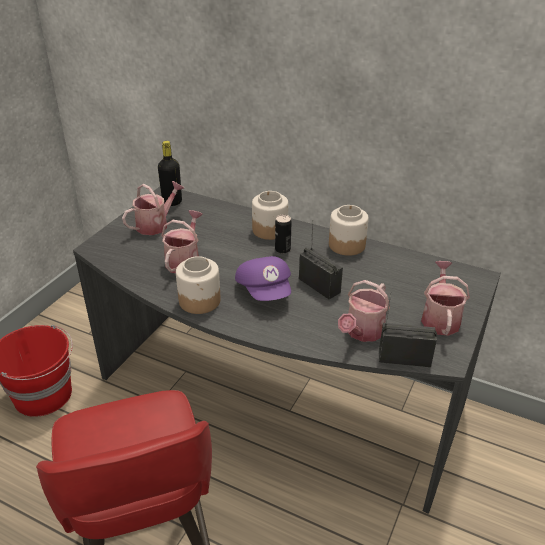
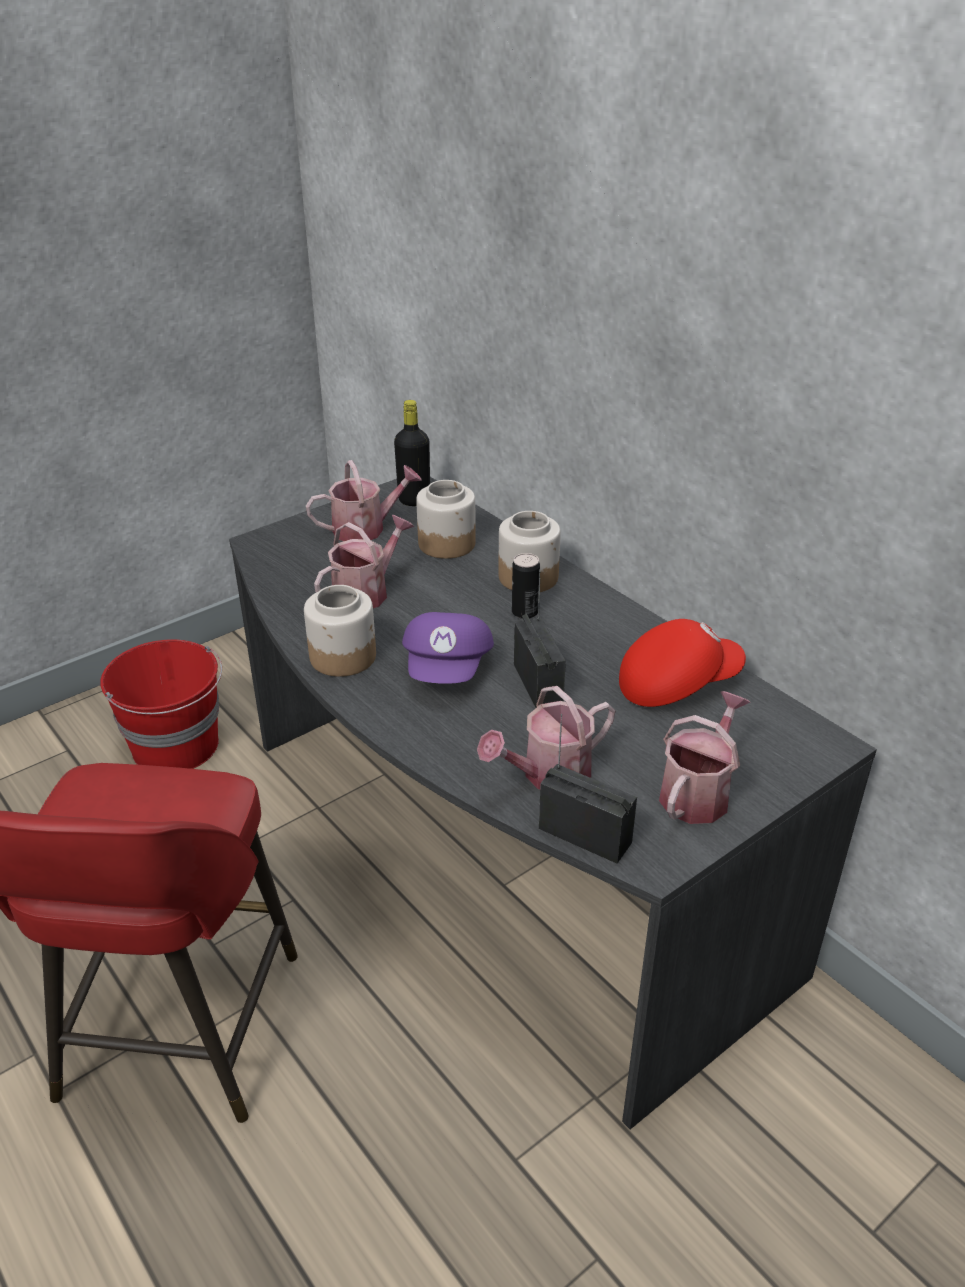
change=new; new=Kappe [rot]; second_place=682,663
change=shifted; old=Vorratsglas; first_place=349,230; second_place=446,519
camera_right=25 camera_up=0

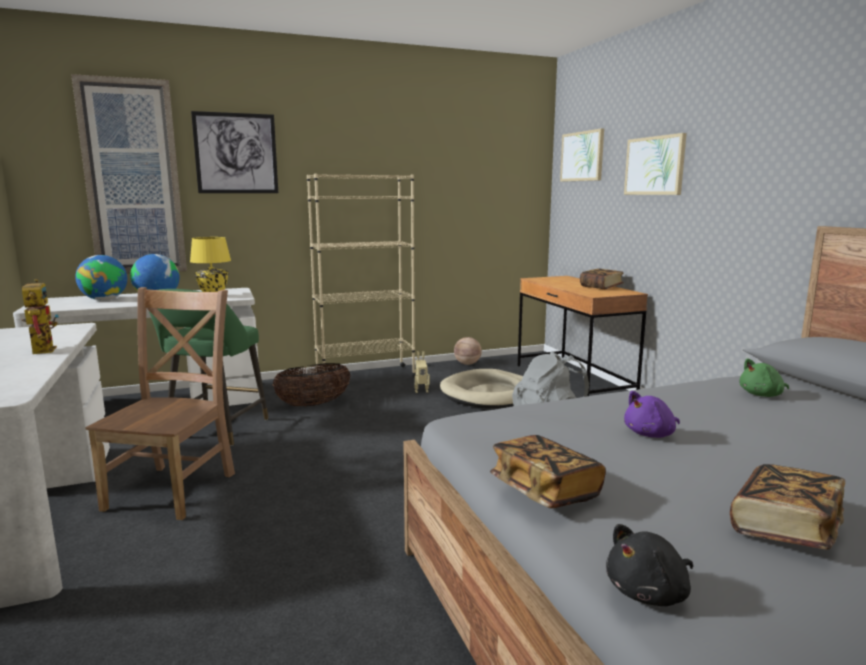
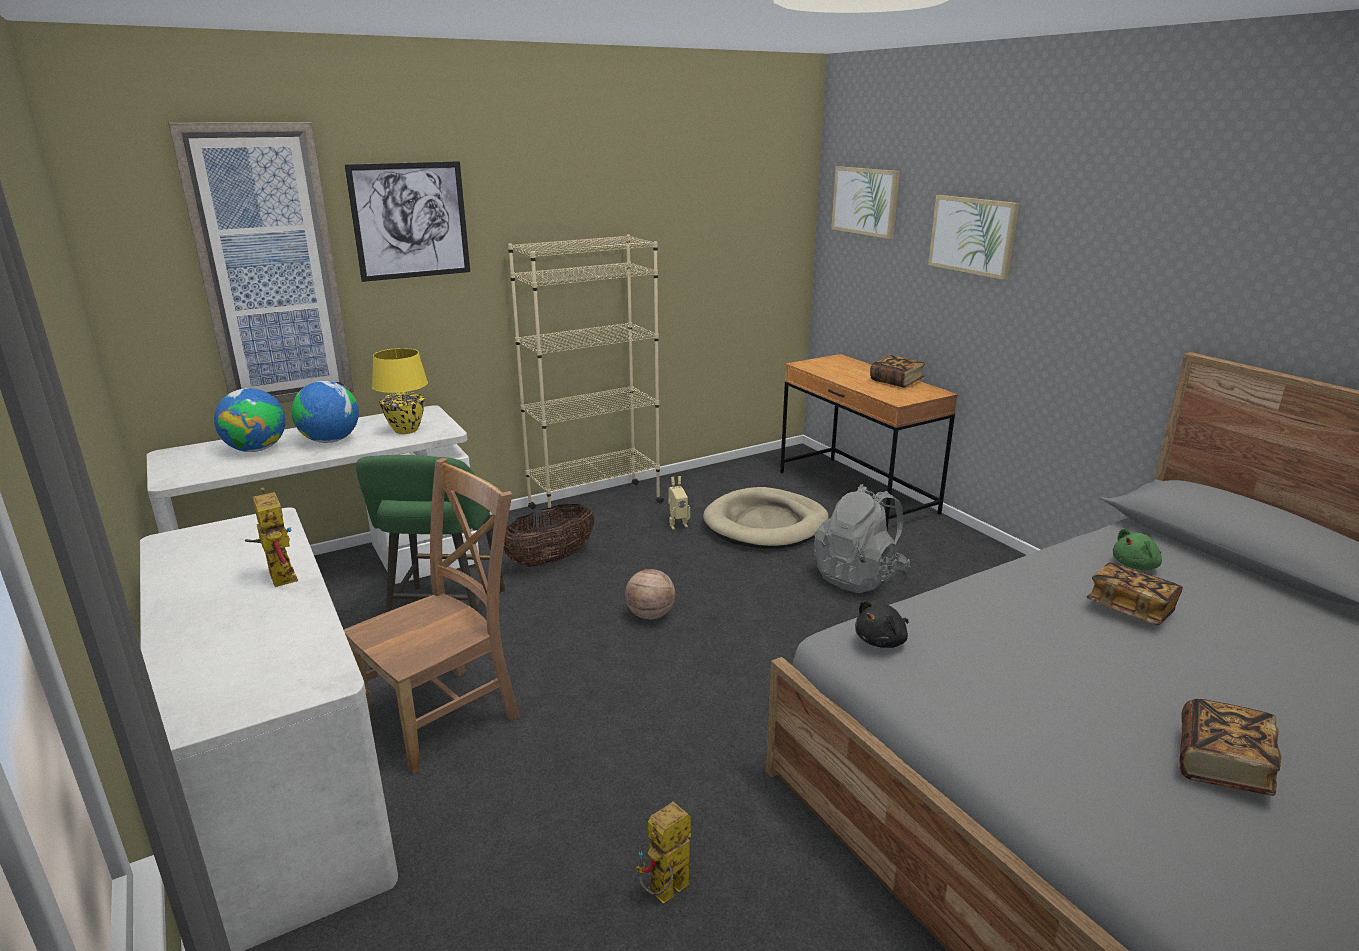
change=gone; old=Plüschtier [lila]; first_place=652,414
change=new; new=Spielzeugroboter; second_place=663,853
change=shifted; old=Basketball; first_place=468,351; second_place=650,594
change=shifted; old=Buch; first_place=548,471; second_place=1135,593
change=shifted; old=Plüschtier [schwarz]; first_place=649,565; second_place=882,624
change=rotated; old=Stuhl [braun]; first_place=160,403; second_place=432,616; degrees=45
camera_right=-10 camera_up=10

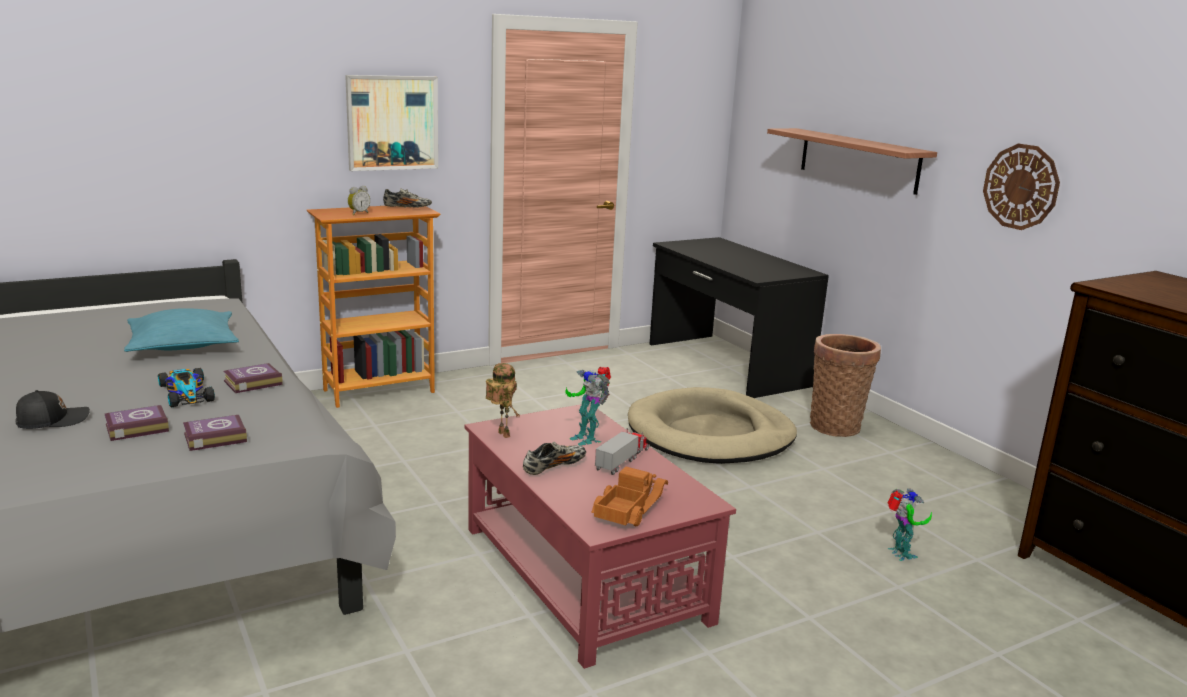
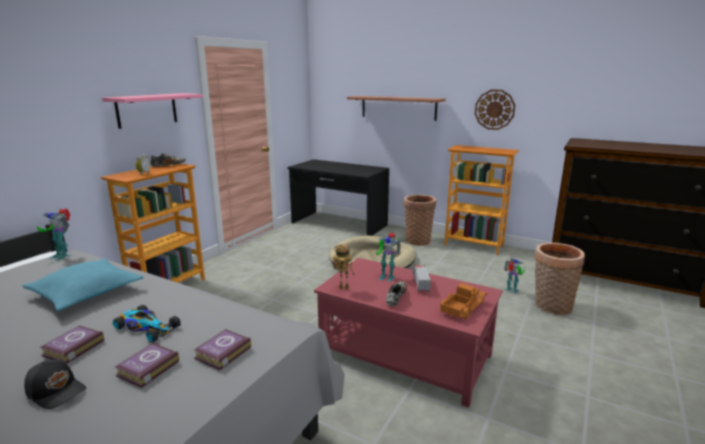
change=new; new=Spielzeugroboter; second_place=54,235
change=new; new=Bücherregal; second_place=482,200
change=new; new=Korb; second_place=560,279
change=shifted; old=Buch; first_place=253,378; second_place=71,345
change=swapped; old=Bild; new=Wandregal [rosa]; first_place=391,123; second_place=152,111
change=rotated; old=Kappe [schwarz]; first_place=52,409; second_place=55,384; degrees=90
change=rotated; old=Spielzeuglaster; first_place=629,496; second_place=463,301; degrees=45
camera_right=-30 camera_up=0

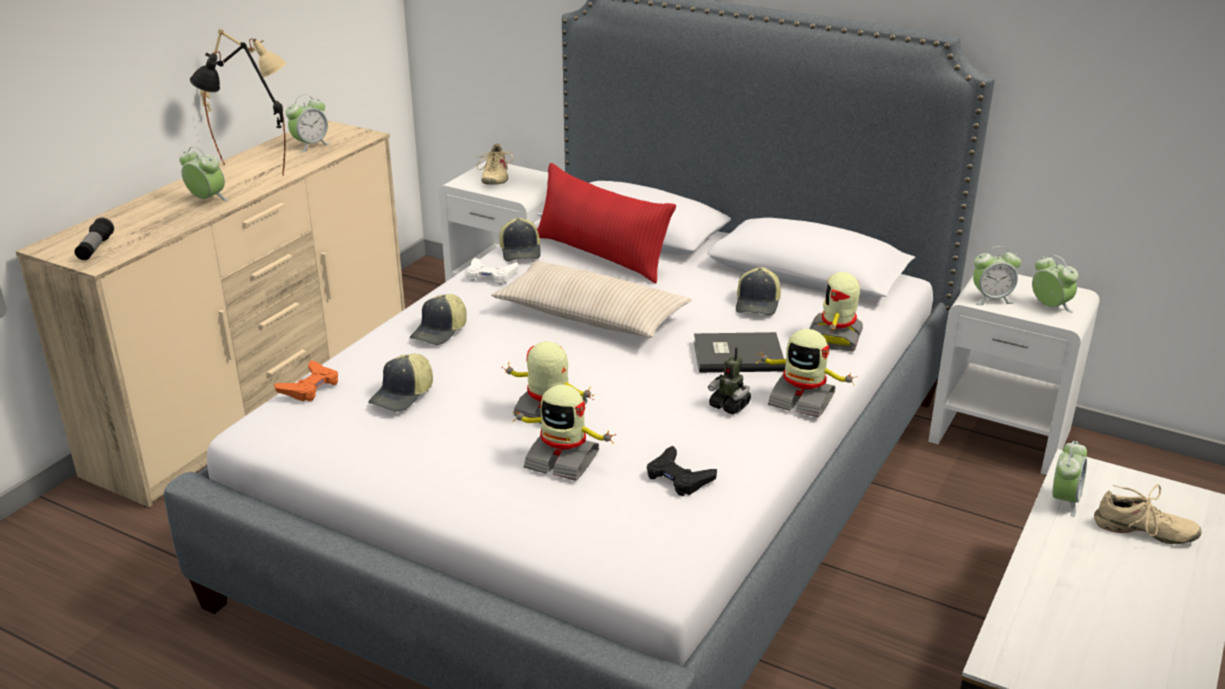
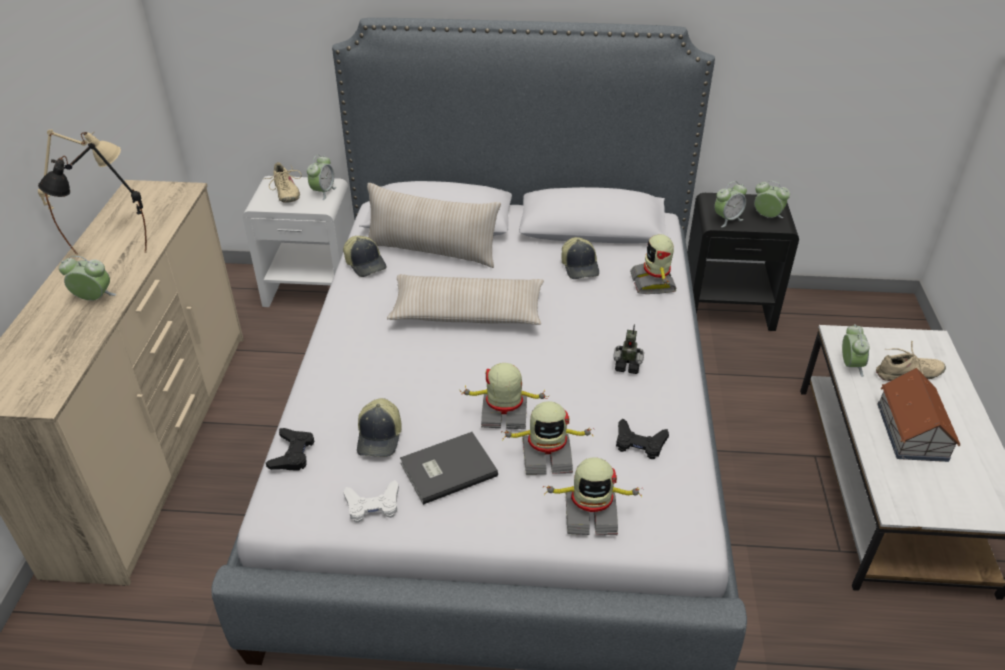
change=gone; old=Taschenlampe; first_place=94,238
change=gone; old=Kappe; first_place=438,319
change=new; new=Spielzeughaus; second_place=918,415
change=shifted; old=Wecker; first_place=308,123; second_place=322,177
change=shifted; old=Gamepad [weiß]; first_place=492,271; second_place=371,501
change=shifted; old=Buch [grau]; first_place=739,352; second_place=449,468
change=shifted; old=Spielzeugroboter; first_place=806,373; second_place=593,496
change=repainted; old=Gamepad [orange]; new=Gamepad [schwarz]; first_place=306,381; second_place=290,449
change=repainted; old=Kissen [rot]; new=Kissen [beige]; first_place=606,223; second_place=434,225
change=repainted; old=Nachttisch [weiß]; new=Nachttisch [schwarz]; first_place=1014,374; second_place=743,262
camera_right=-25 camera_up=10

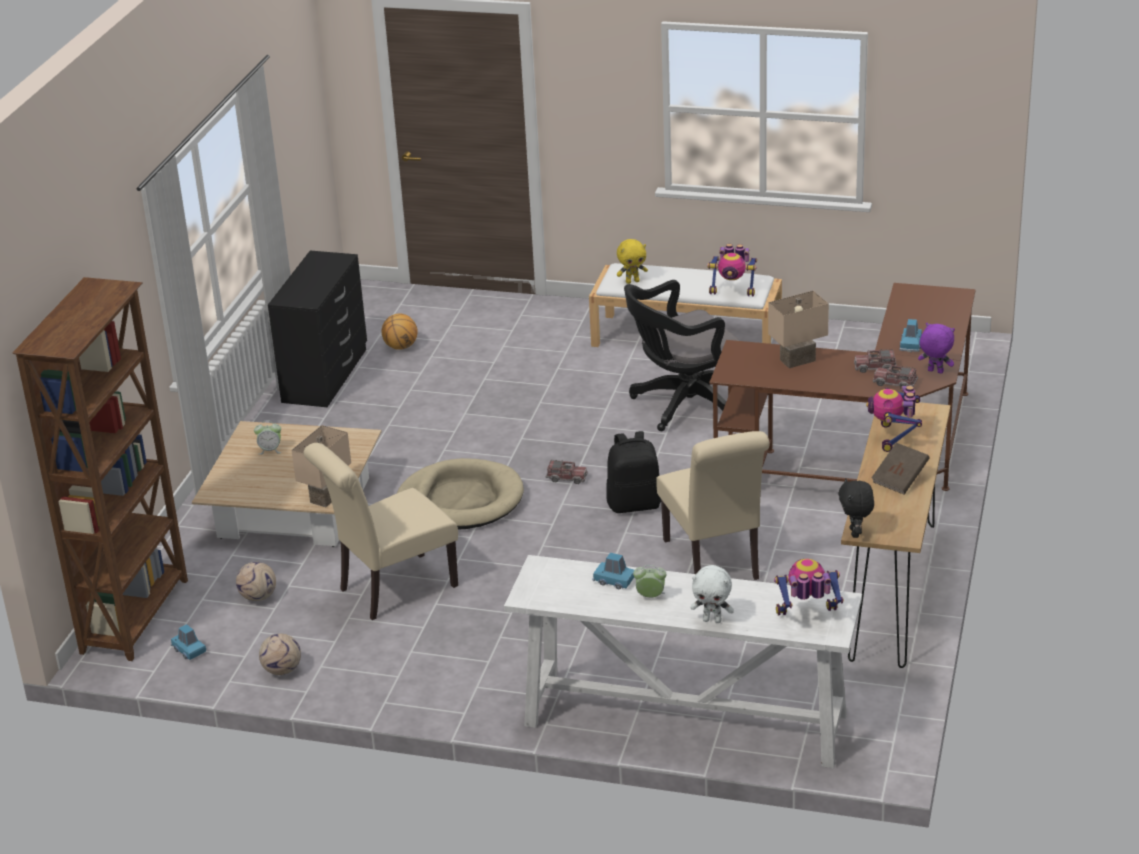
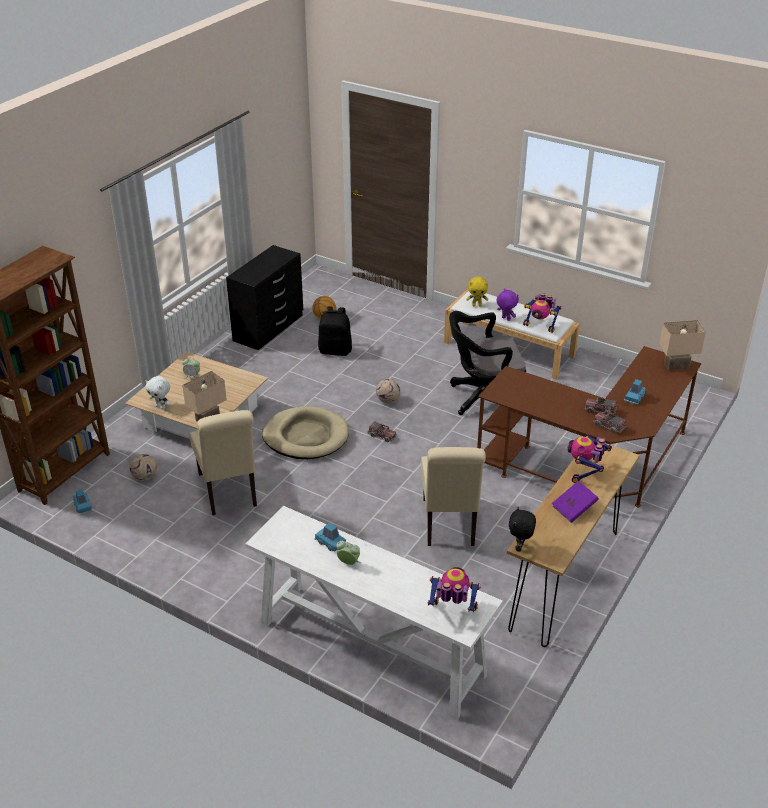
change=shifted; old=Fußball; first_place=280,654; second_place=388,391
change=shifted; old=Rucksack [schwarz]; first_place=633,472; second_place=335,331
change=shifted; old=Plüschtier [weiß]; first_place=712,594; second_place=157,392
change=shifted; old=Tischlampe [beige]; first_place=798,329; second_place=682,345
change=shifted; old=Plüschtier [lila]; first_place=936,348; second_place=507,304
change=repainted; old=Buch [braun]; new=Buch [lila]; first_place=900,468; second_place=575,502
change=rotated; old=Stuhl [beige]; first_place=381,531; second_place=223,463; degrees=-90
camera_right=15 camera_up=5

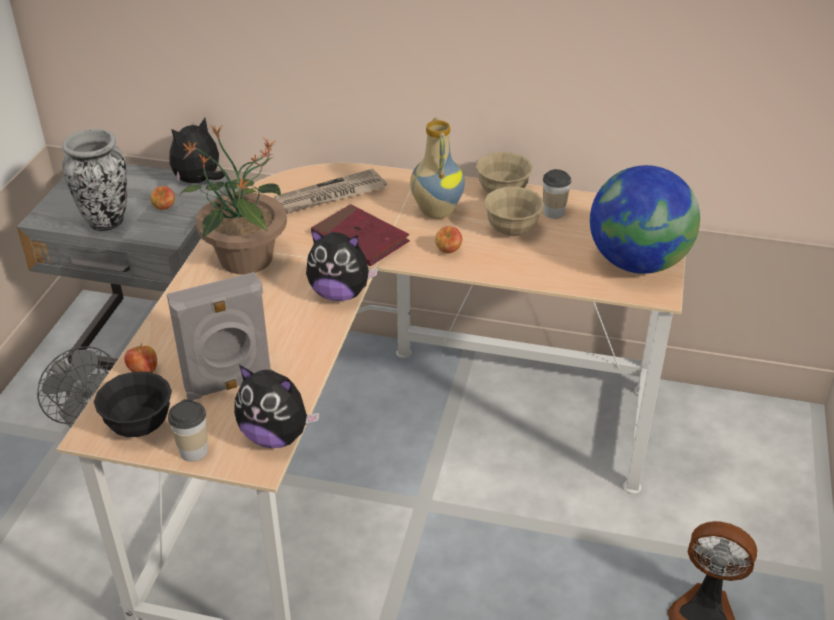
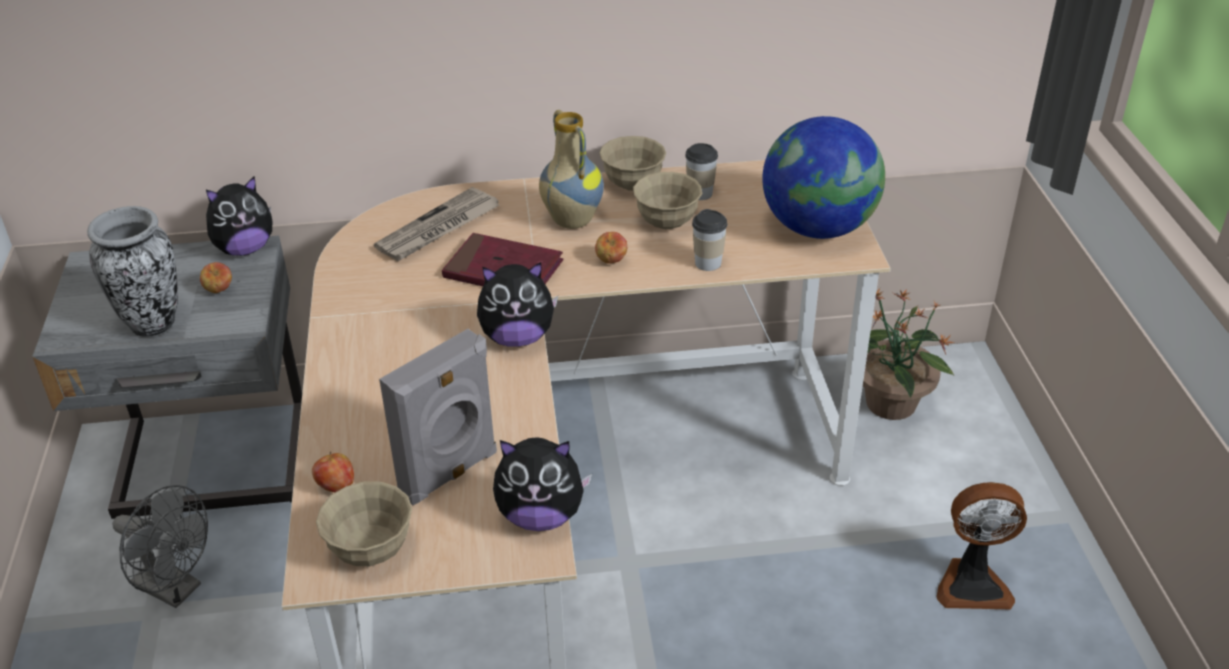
change=shifted; old=Tasse; first_place=188,430; second_place=709,240
change=shifted; old=Topfpflanze; first_place=233,199; second_place=908,354
change=repainted; old=Schüssel [schwarz]; new=Schüssel [beige]; first_place=133,404; second_place=364,523
change=rotated; old=Plüschtier; first_place=197,150; second_place=239,216; degrees=-150
camera_right=-20 camera_up=0

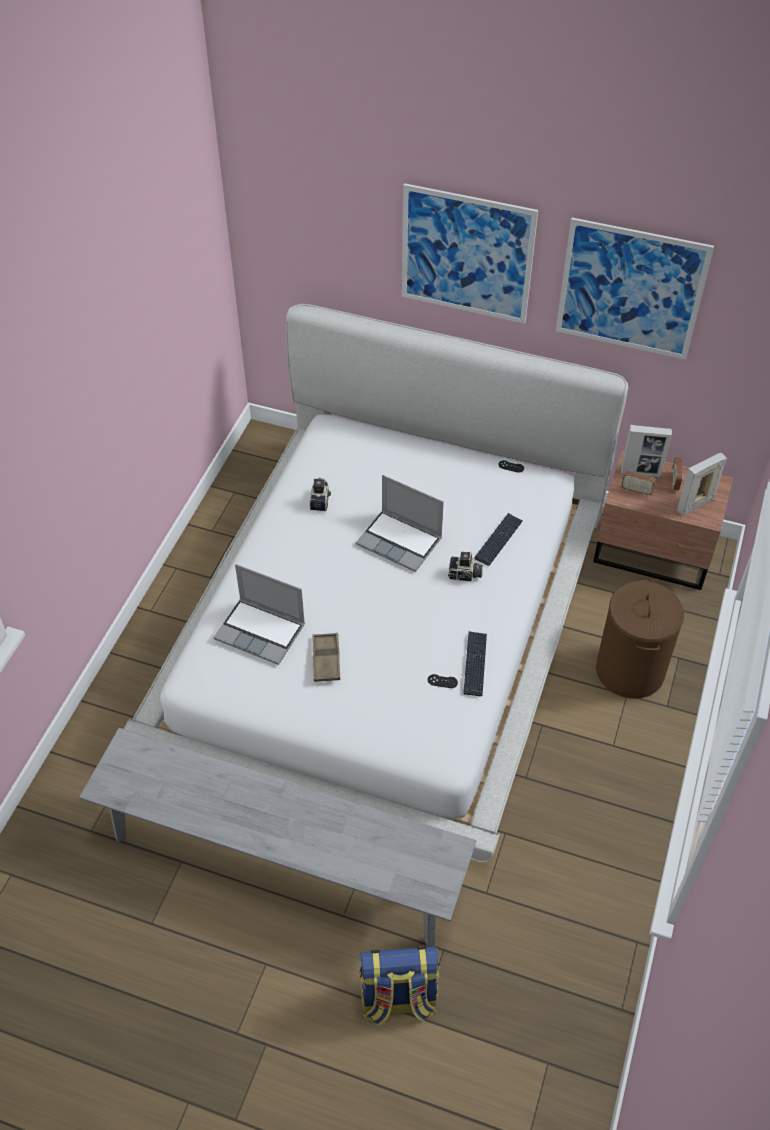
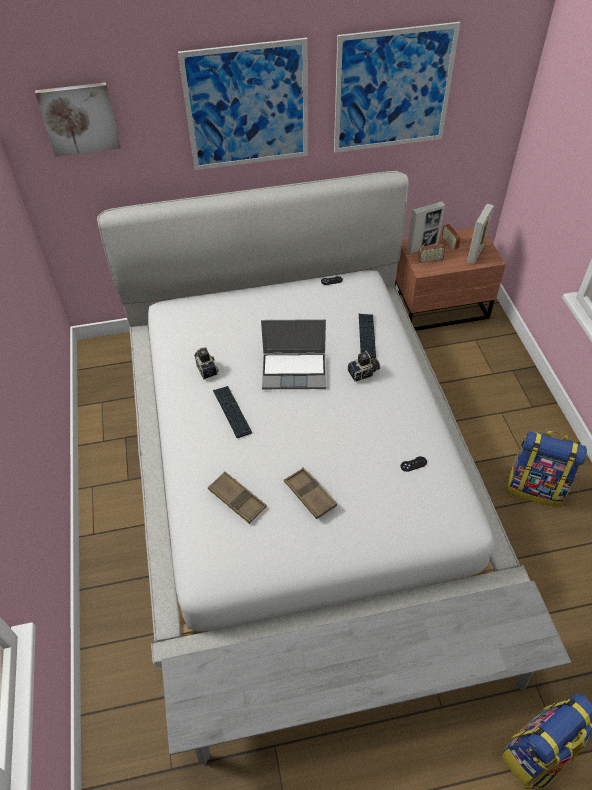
change=gone; old=Wäschekorb [braun]; first_place=640,638
change=new; new=Bild; second_place=78,119
change=new; new=Rucksack; second_place=547,469
change=shifted; old=Tastatur; first_place=475,663; second_place=232,412
change=swapped; old=Laptop; new=Tablett [braun]; first_place=259,614; second_place=237,498
camera_right=-30 camera_up=0

